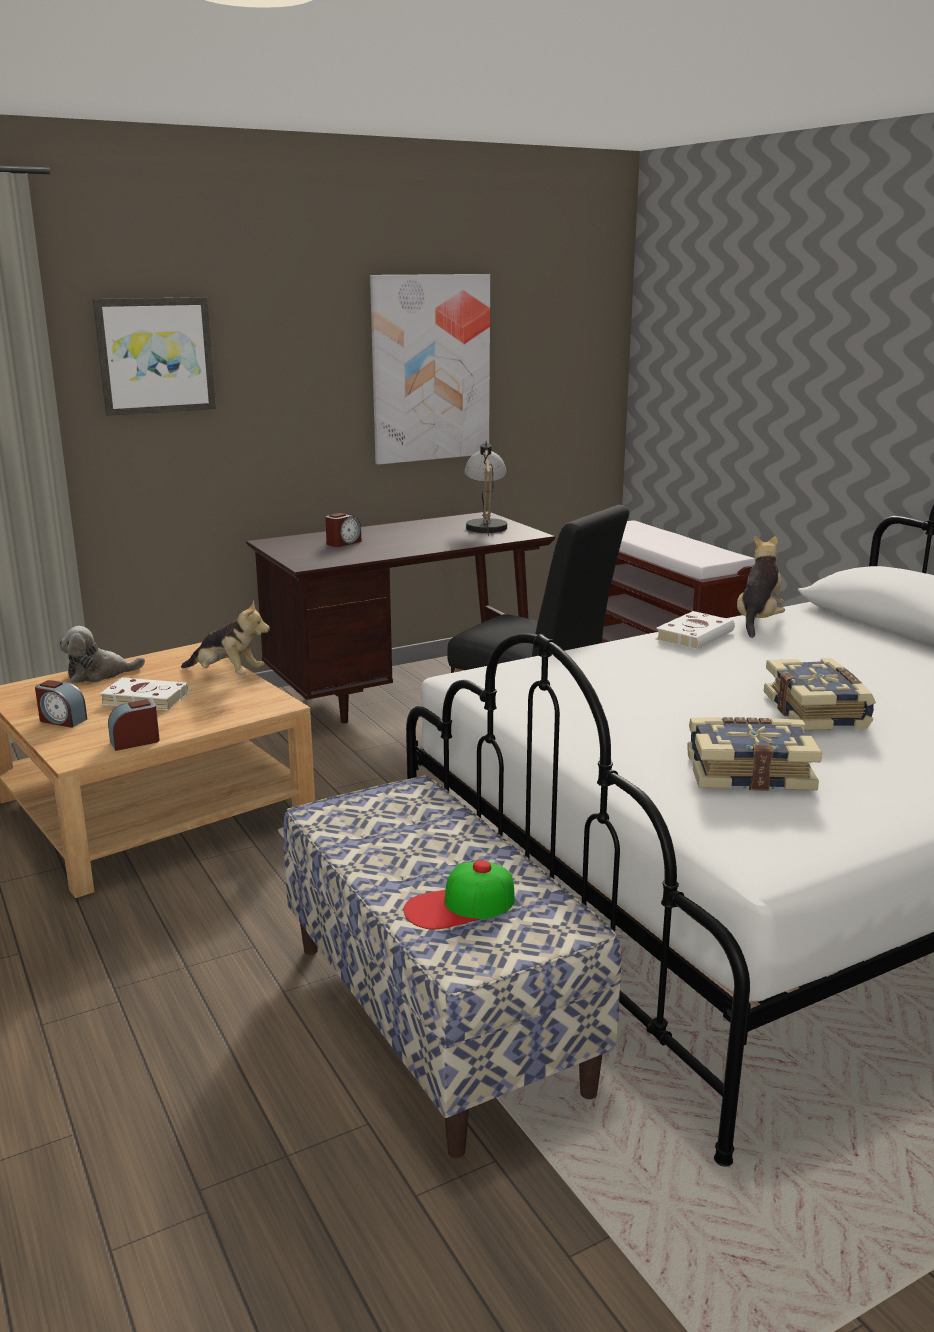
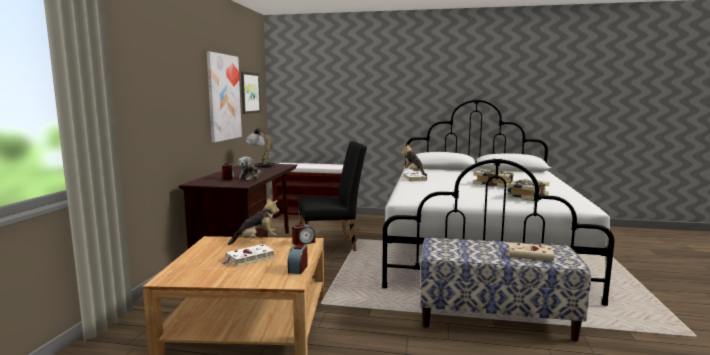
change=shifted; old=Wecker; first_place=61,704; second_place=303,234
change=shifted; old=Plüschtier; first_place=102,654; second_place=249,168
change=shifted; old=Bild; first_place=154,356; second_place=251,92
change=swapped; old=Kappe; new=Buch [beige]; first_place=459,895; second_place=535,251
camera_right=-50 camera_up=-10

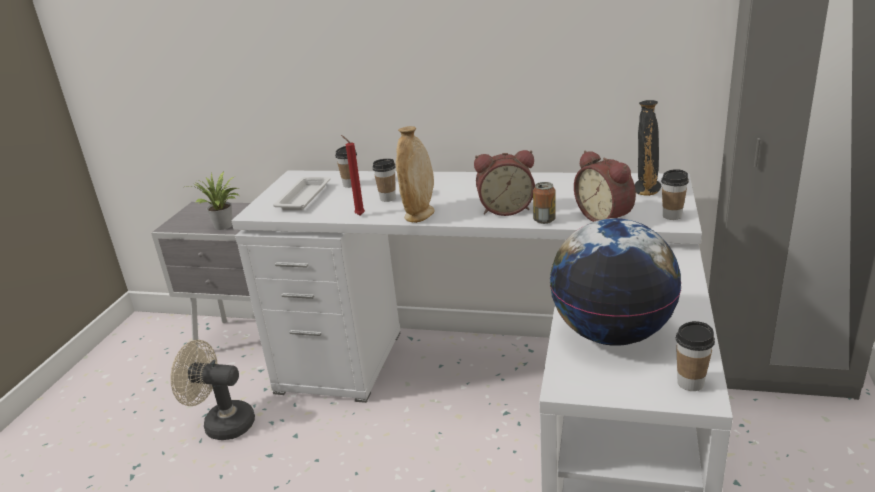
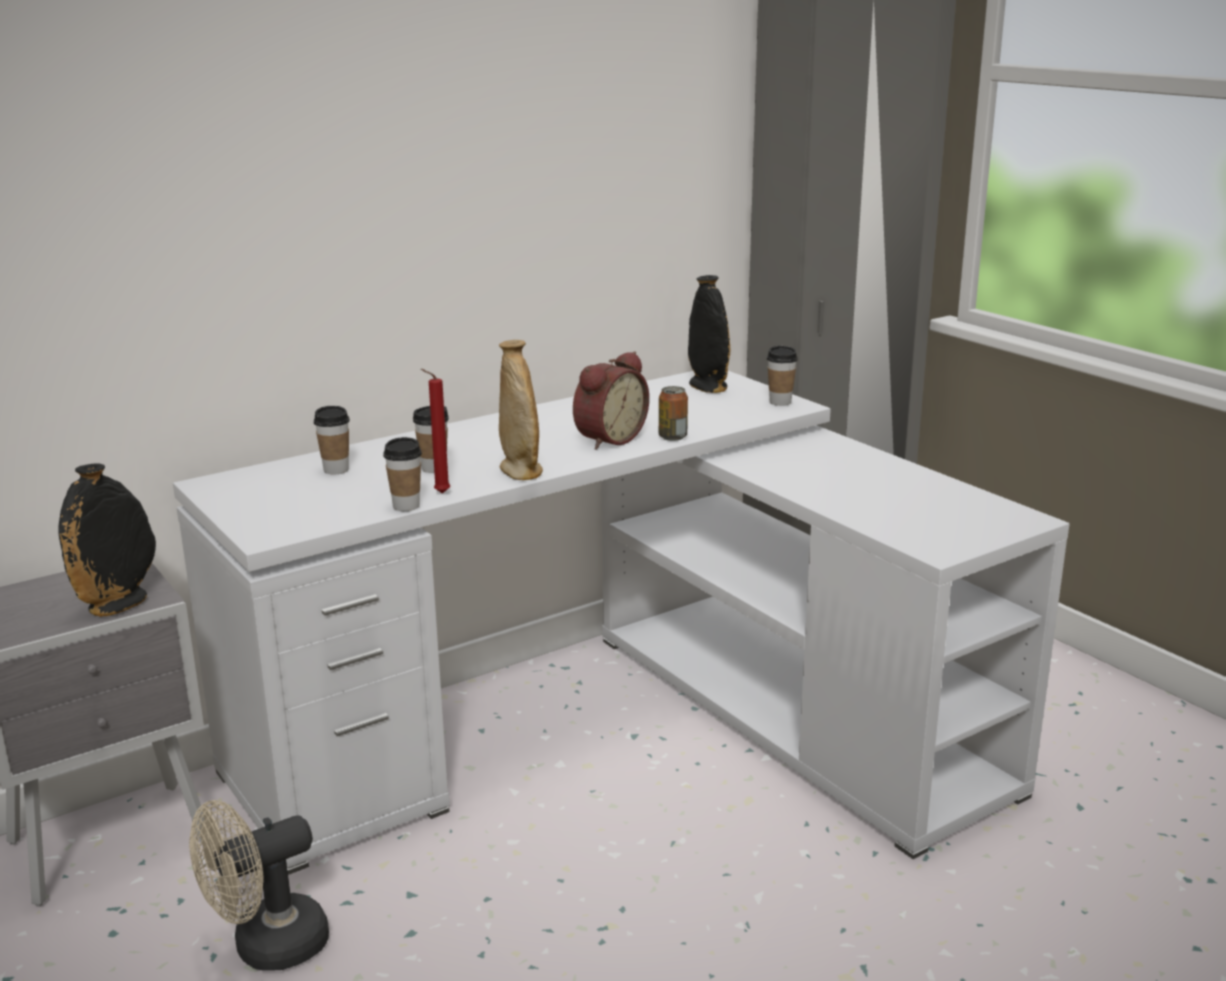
change=gone; old=Tablett [weiß]; first_place=301,193
change=gone; old=Globus; first_place=615,282
change=gone; old=Wecker; first_place=605,186
change=shifted; old=Tasse; first_place=695,356; second_place=402,474
change=swapped; old=Topfpflanze; new=Vase [schwarz]; first_place=212,201; second_place=107,540
camera_right=-50 camera_up=-5

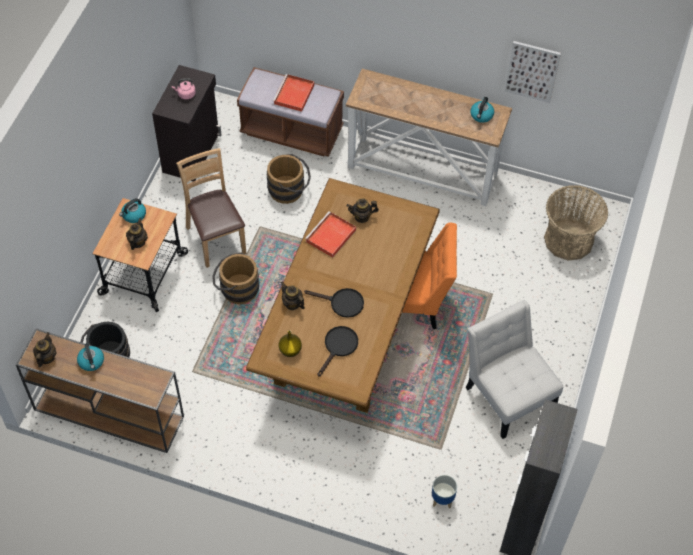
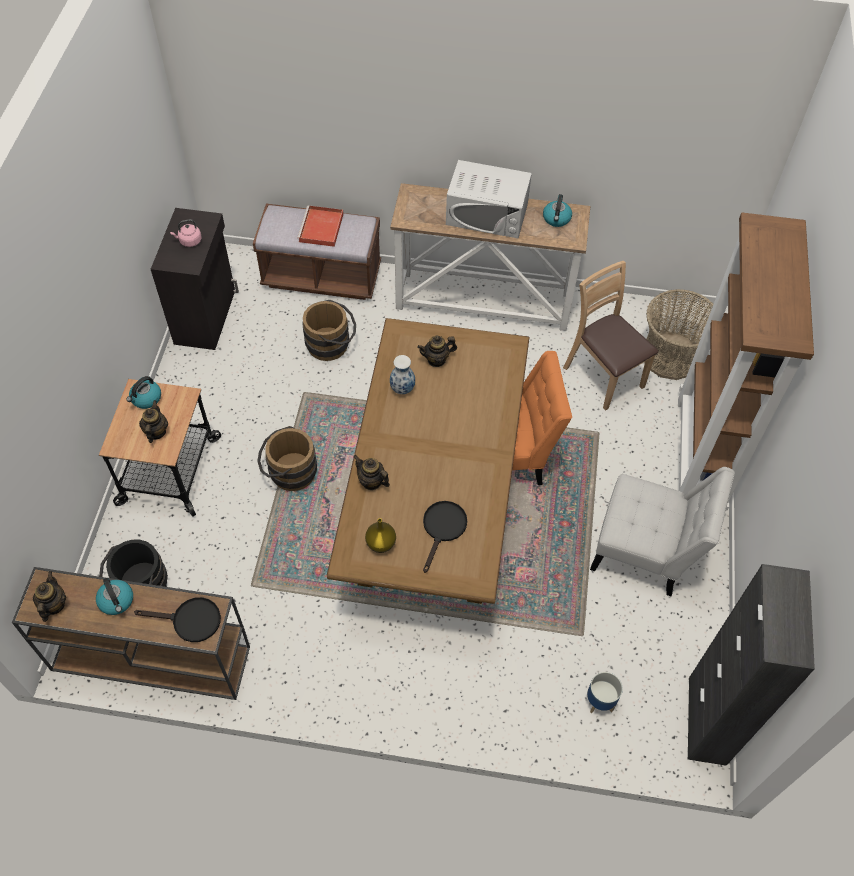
change=gone; old=Bild; first_place=533,72
change=new; new=Mikrowelle [weiß]; second_place=489,199
change=new; new=Bücherregal [braun]; second_place=746,362
change=shifted; old=Stuhl [braun]; first_place=211,208; second_place=610,336
change=shifted; old=Pfanne [schwarz]; first_place=334,303; second_place=177,619
change=swapped; old=Tablett [rot]; new=Vase; first_place=330,234; second_place=402,374
change=rotated; old=Stuhl [weiß]; first_place=514,369; second_place=662,532; degrees=150
camera_right=-10 camera_up=0

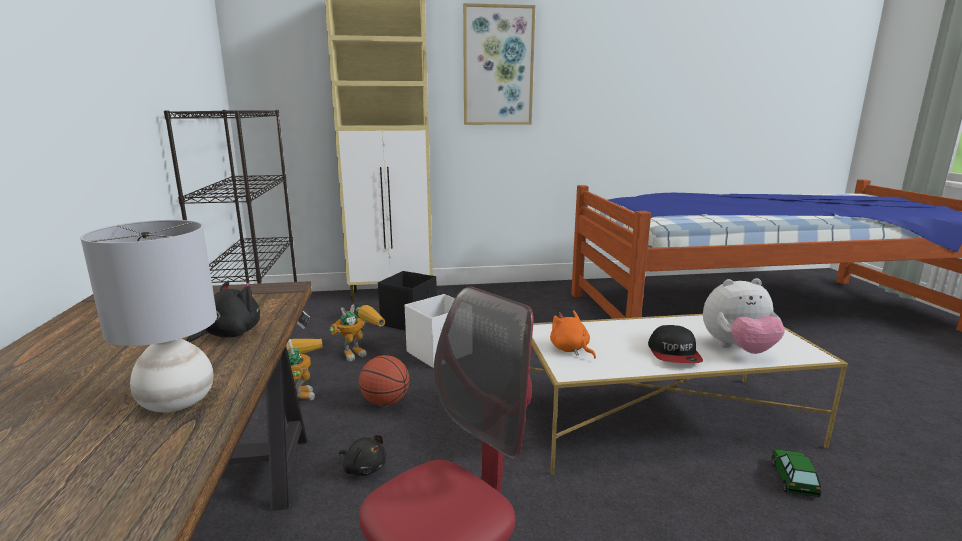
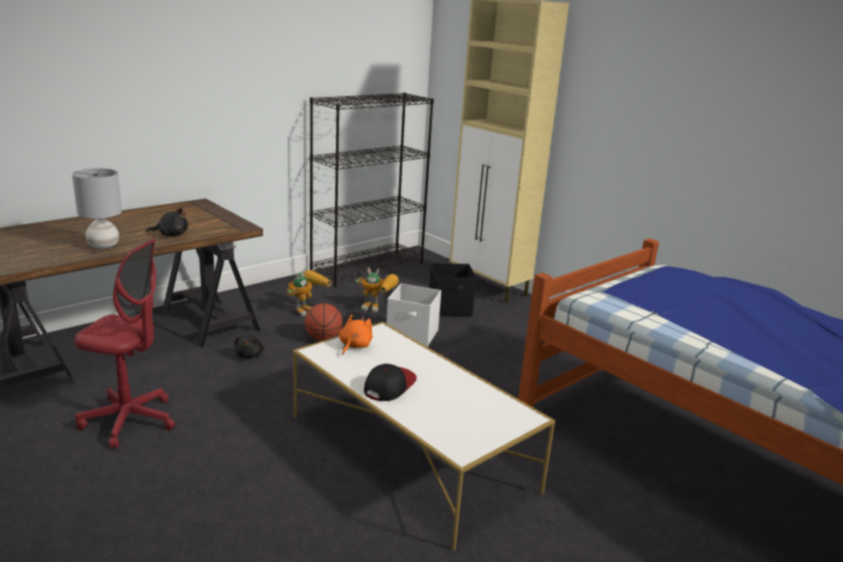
change=gone; old=Bild; first_place=499,64
change=gone; old=Plüschtier; first_place=744,316
change=gone; old=Spielzeugauto; first_place=796,473
change=rotated; old=Kappe; first_place=675,344; second_place=390,382; degrees=150
camera_right=55 camera_up=5

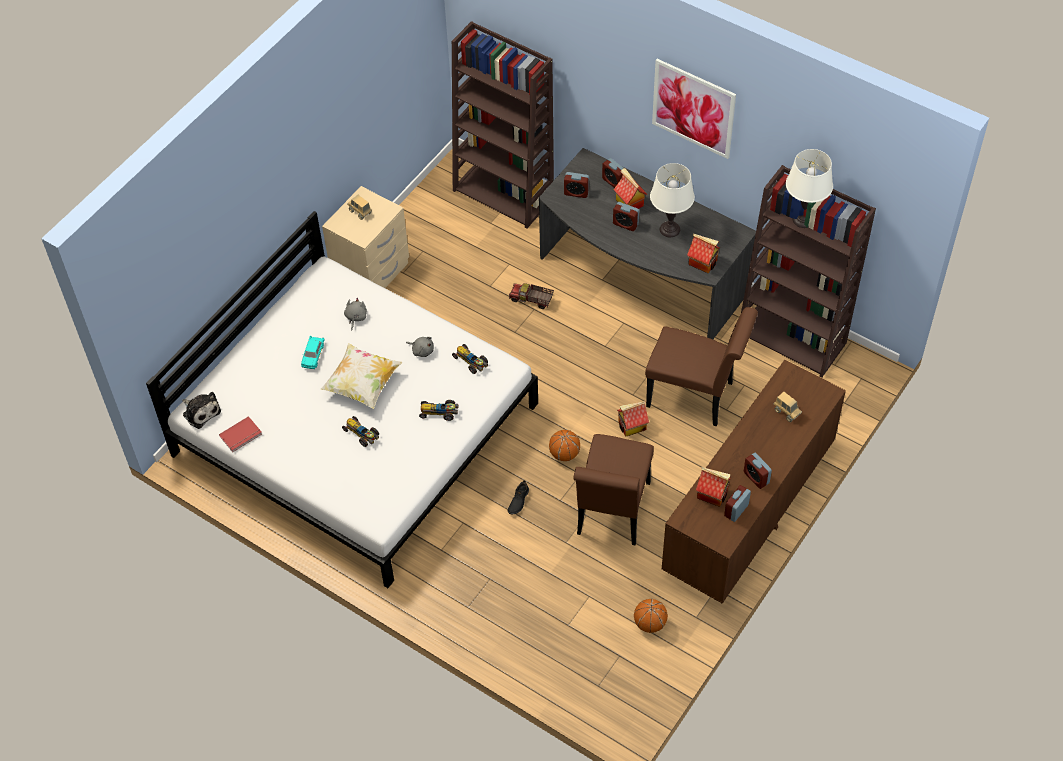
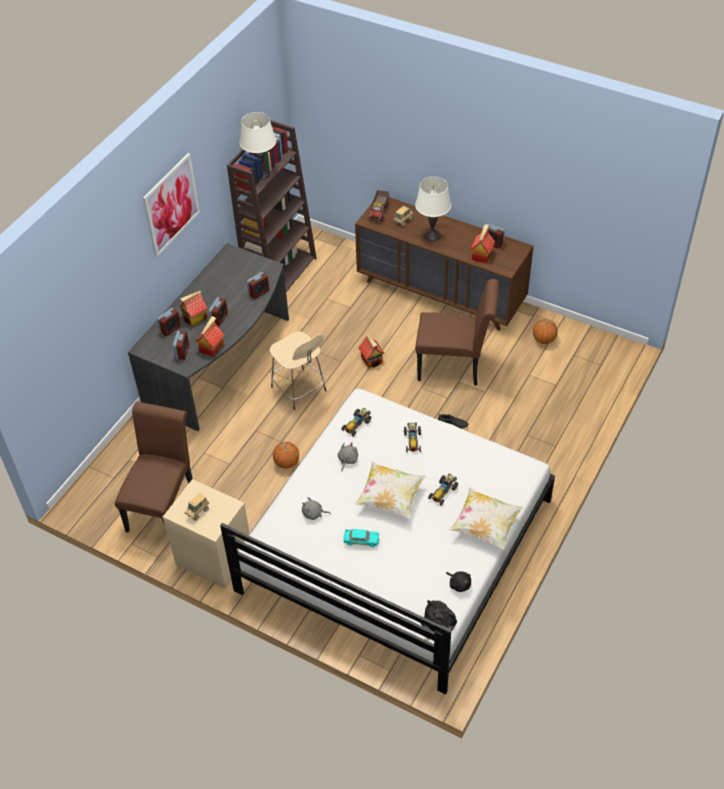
change=gone; old=Bücherregal [braun]; first_place=503,124
change=new; new=Hocker [beige]; second_place=298,370
change=new; new=Kissen; second_place=486,519
change=shifted; old=Spielzeuglaster; first_place=531,296; second_place=379,206
change=shifted; old=Basketball; first_place=564,445; second_place=286,455
change=shifted; old=Stuhl [braun]; first_place=701,366; second_place=154,467
change=shifted; old=Tischlampe [weiß]; first_place=672,200; second_place=433,209
change=shifted; old=Spielzeughaus; first_place=703,253; second_place=209,336
change=shifted; old=Wecker; first_place=758,471; second_place=258,285
change=swapped; old=Buch [rot]; new=Plüschtier [schwarz]; first_place=240,434; second_place=458,581
camera_right=-95 camera_up=-5

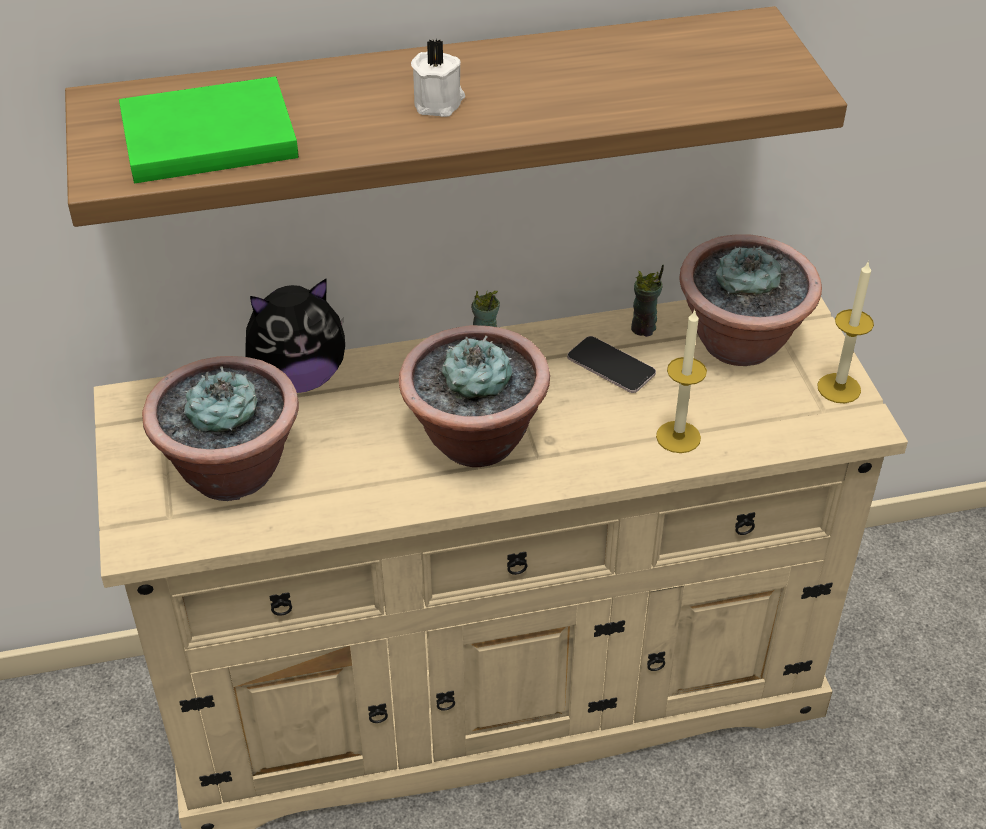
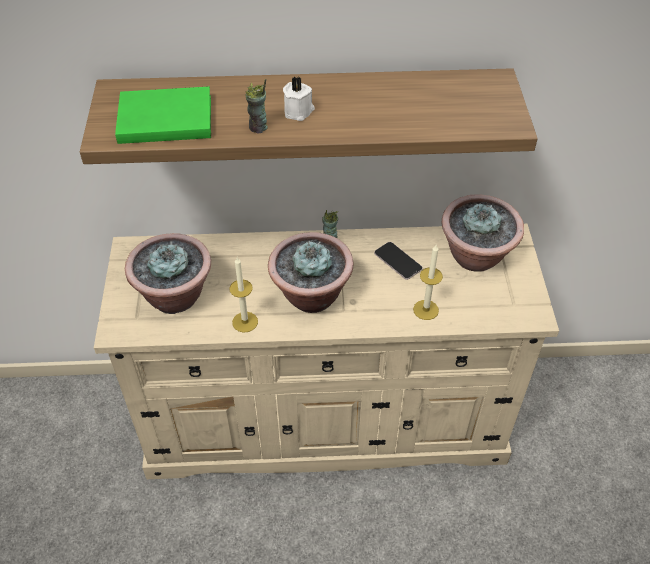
change=gone; old=Plüschtier; first_place=295,336
change=shifted; old=Tasse; first_place=647,301; second_place=256,106
change=shifted; old=Kerze; first_place=845,332; second_place=243,295
camera_right=10 camera_up=5

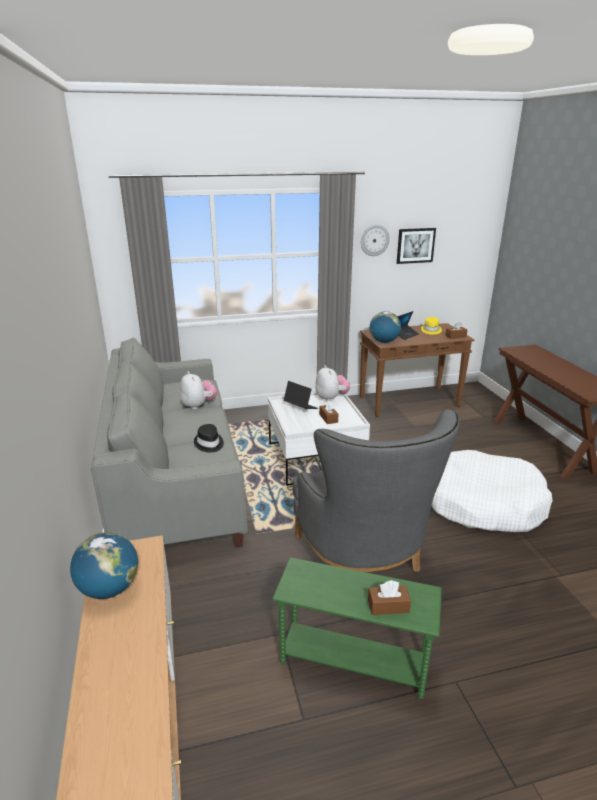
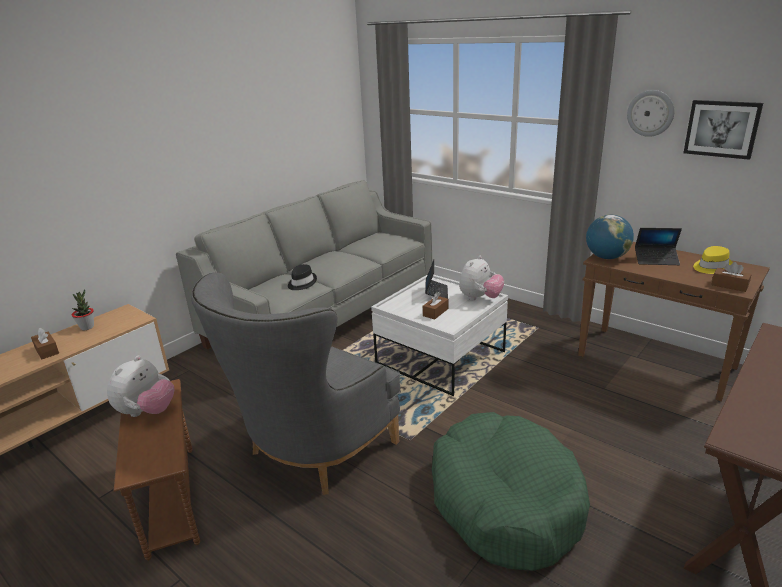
change=shifted; old=Plüschtier; first_place=198,390; second_place=141,386
change=shifted; old=Taschentuchbox [braun]; first_place=389,597; second_place=45,343
change=swapped; old=Globus; new=Topfpflanze; first_place=104,565; second_place=83,309
change=repainted; old=Beistelltisch [grün]; new=Beistelltisch [braun]; first_place=357,628; second_place=156,470
change=repainted; old=Hundebett [weiß]; new=Hundebett [grün]; first_place=492,491; second_place=511,491
camera_right=55 camera_up=0

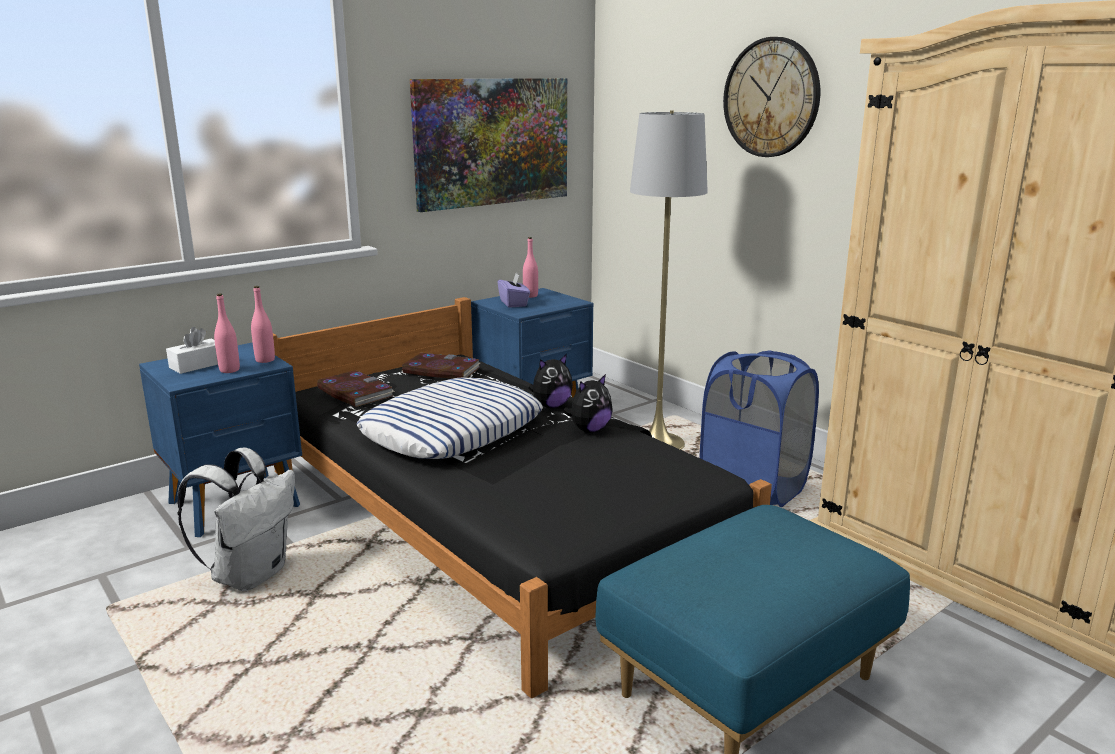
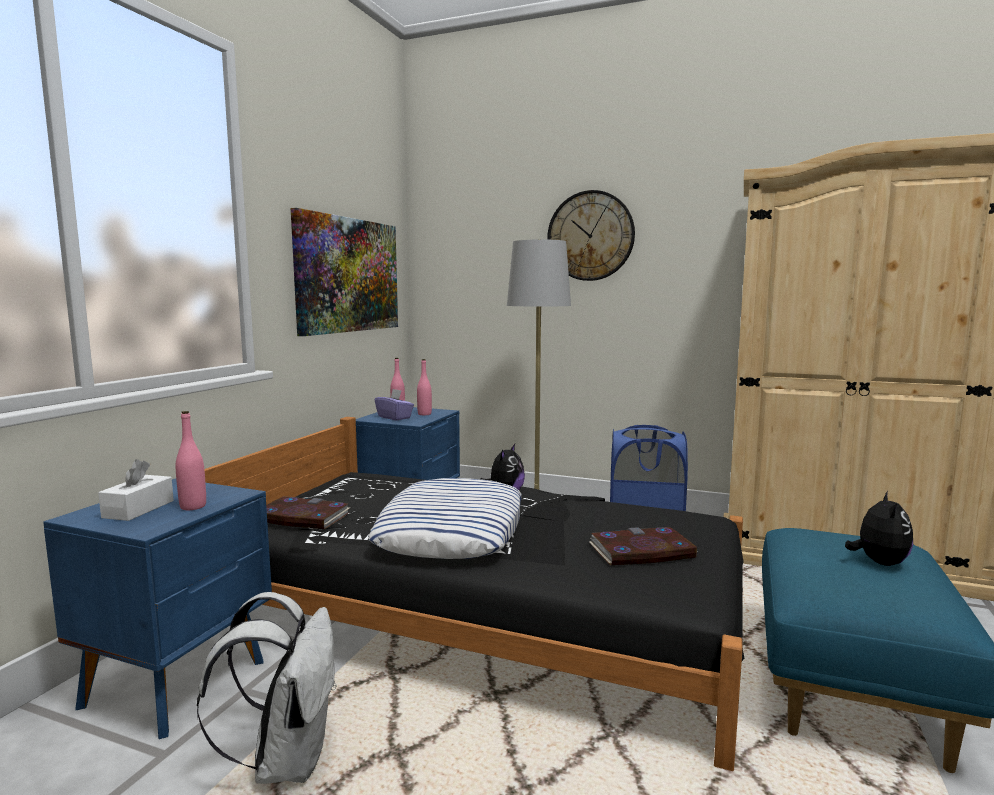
change=shifted; old=Flasche [rosa]; first_place=263,324; second_place=424,387
change=shifted; old=Buch; first_place=440,366; second_place=643,546
change=shifted; old=Plüschtier; first_place=588,403; second_place=879,528
camera_right=-30 camera_up=-10

